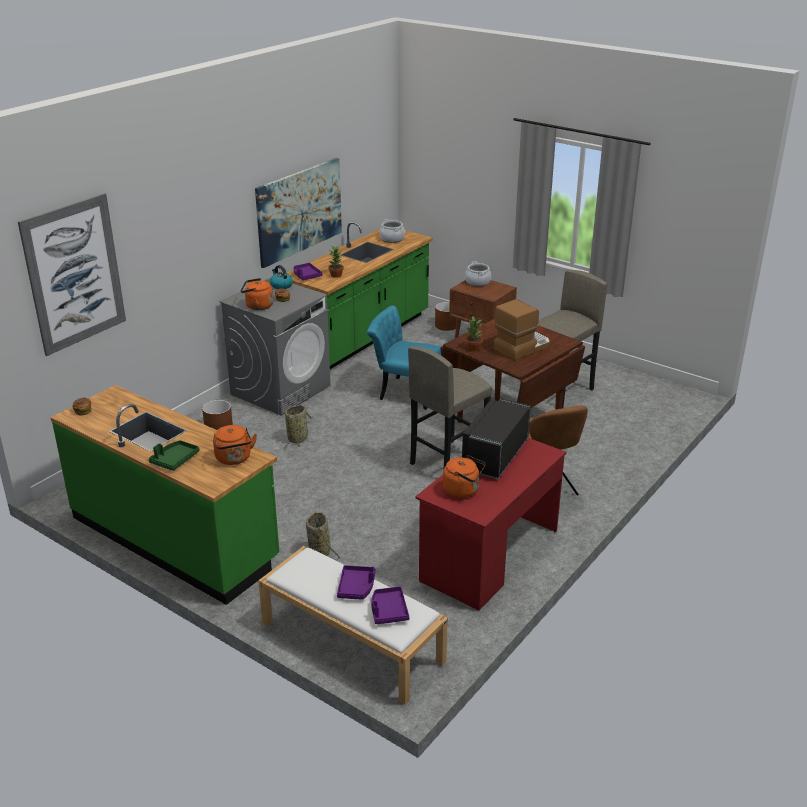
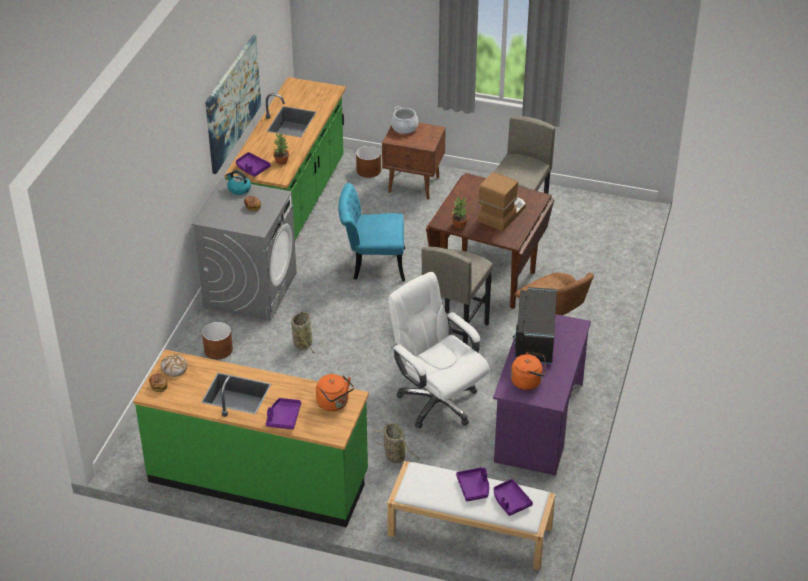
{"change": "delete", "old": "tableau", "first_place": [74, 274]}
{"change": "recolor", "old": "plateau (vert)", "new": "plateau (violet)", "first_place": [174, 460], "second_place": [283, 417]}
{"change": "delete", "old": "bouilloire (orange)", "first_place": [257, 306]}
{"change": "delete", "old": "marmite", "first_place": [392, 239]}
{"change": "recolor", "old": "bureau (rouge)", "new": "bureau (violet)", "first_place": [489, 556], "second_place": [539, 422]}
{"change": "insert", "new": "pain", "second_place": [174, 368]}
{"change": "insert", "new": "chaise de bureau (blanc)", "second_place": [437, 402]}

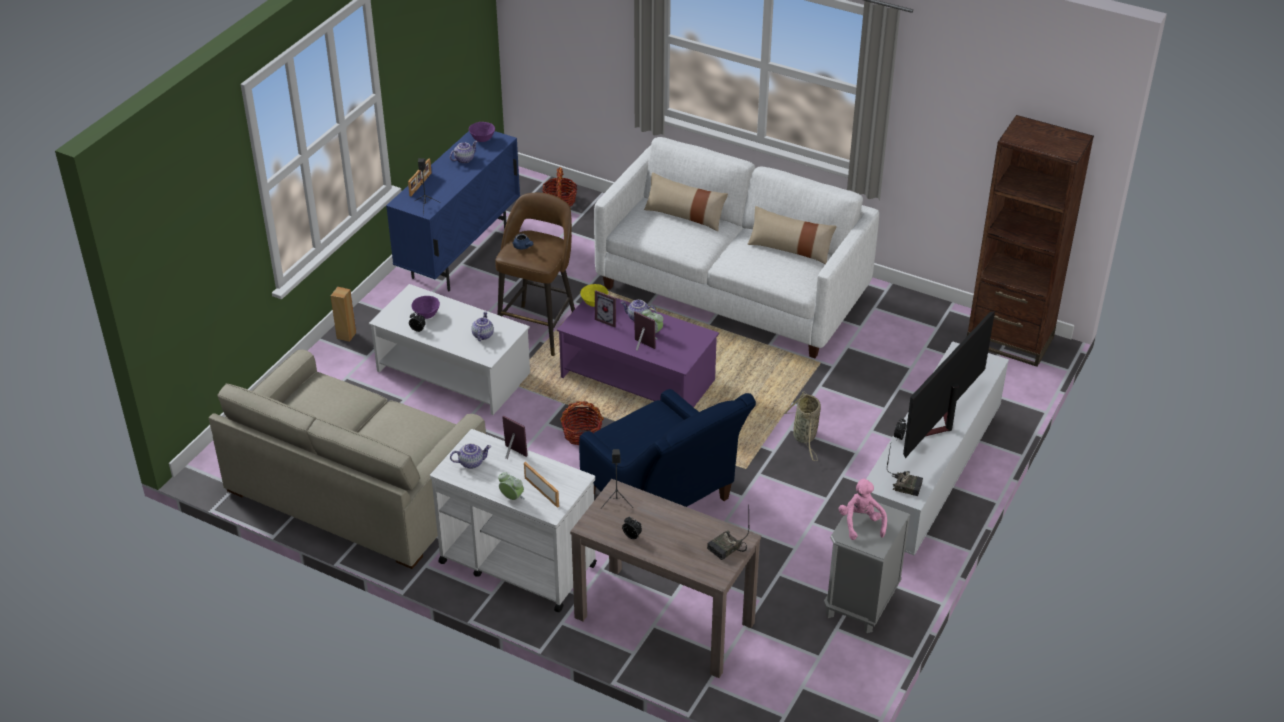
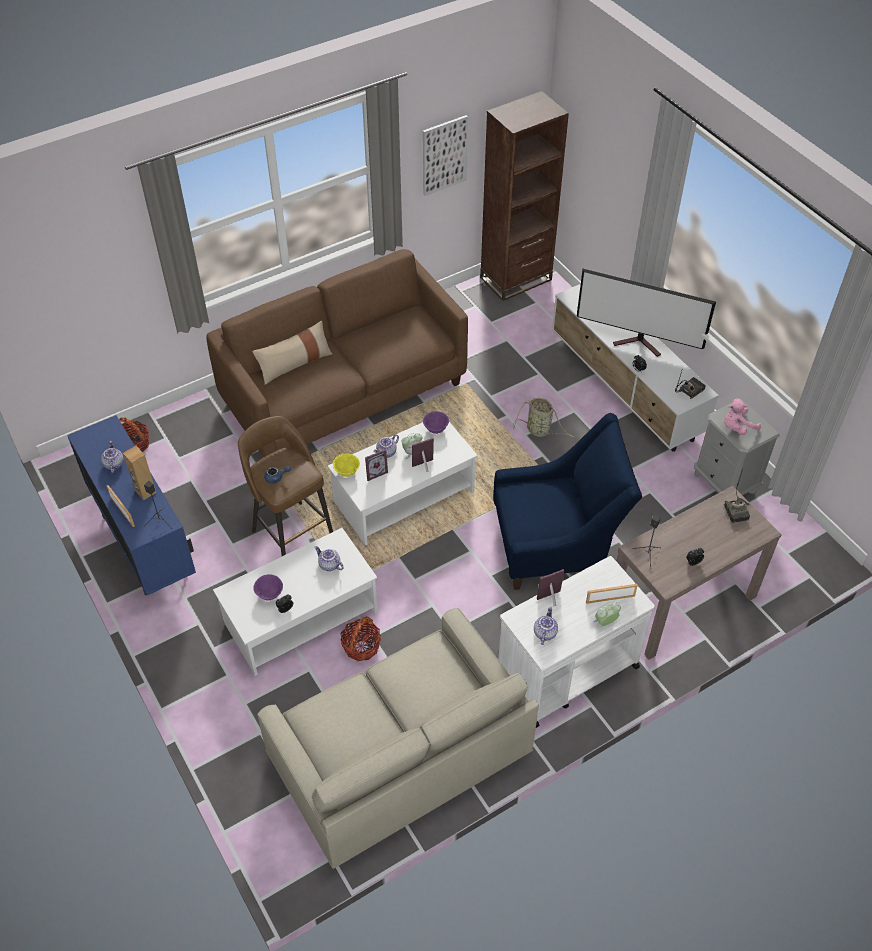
{"change": "move", "old": "enceinte (marron)", "first_place": [346, 335], "second_place": [145, 491]}
{"change": "move", "old": "bol (violet)", "first_place": [482, 139], "second_place": [435, 429]}
{"change": "recolor", "old": "table basse (violet)", "new": "table basse (blanc)", "first_place": [638, 379], "second_place": [404, 496]}
{"change": "move", "old": "panier", "first_place": [582, 434], "second_place": [361, 646]}
{"change": "recolor", "old": "canapé (blanc)", "new": "canapé (marron)", "first_place": [733, 290], "second_place": [344, 391]}
{"change": "delete", "old": "coussin (beige)", "first_place": [790, 249]}
{"change": "rotate", "old": "peluche (rose)", "first_place": [861, 523], "second_place": [737, 427], "degrees": -45}
{"change": "rotate", "old": "téléviseur", "first_place": [939, 426], "second_place": [640, 344], "degrees": -45}
{"change": "insert", "new": "tableau", "second_place": [444, 155]}

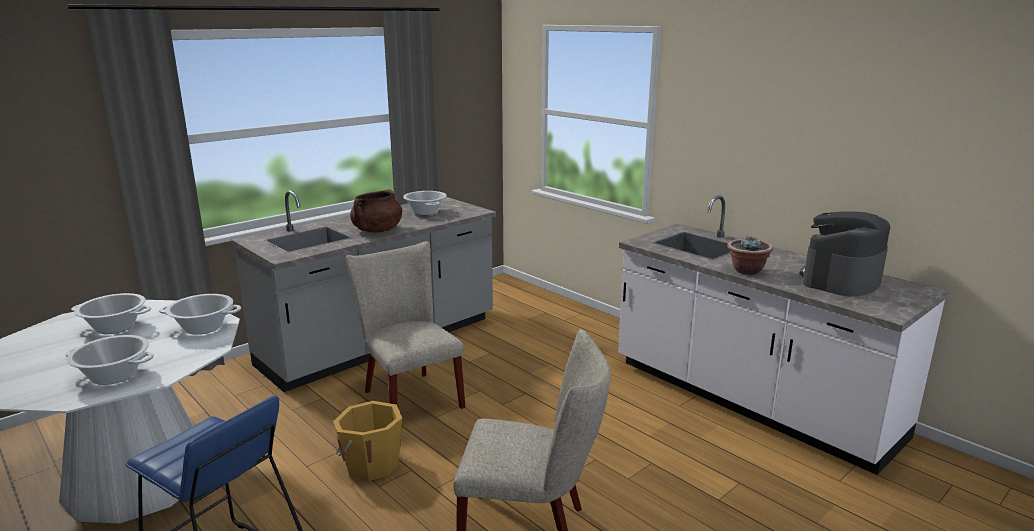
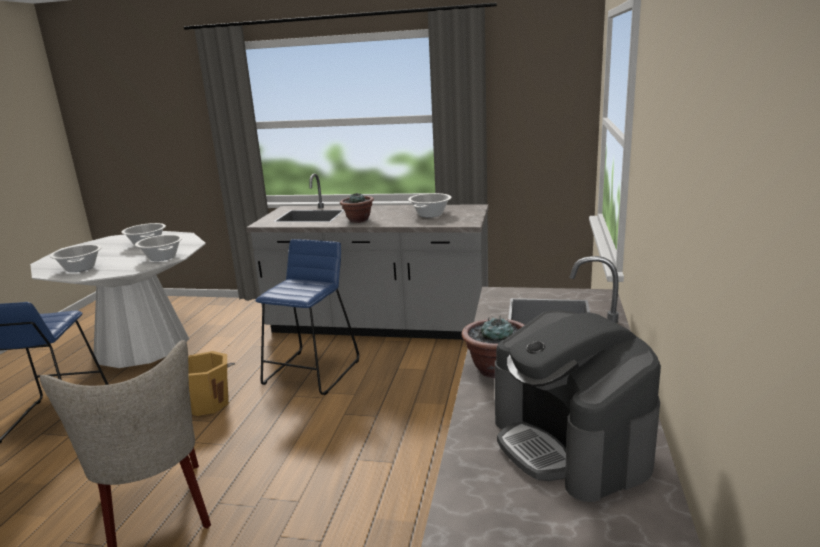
{"change": "replace", "old": "chaise (beige)", "new": "tabouret (bleu)", "first_place": [409, 396], "second_place": [312, 372]}
{"change": "replace", "old": "marmite (marron)", "new": "plante en pot", "first_place": [377, 230], "second_place": [358, 220]}
{"change": "rotate", "old": "machine à café", "first_place": [840, 280], "second_place": [570, 443], "degrees": -120}

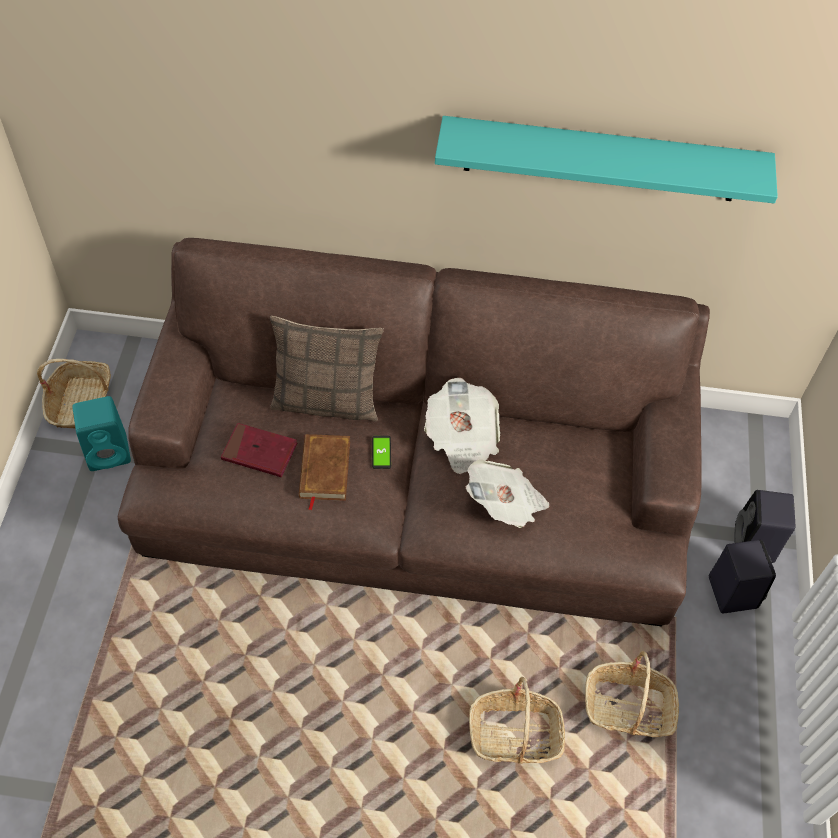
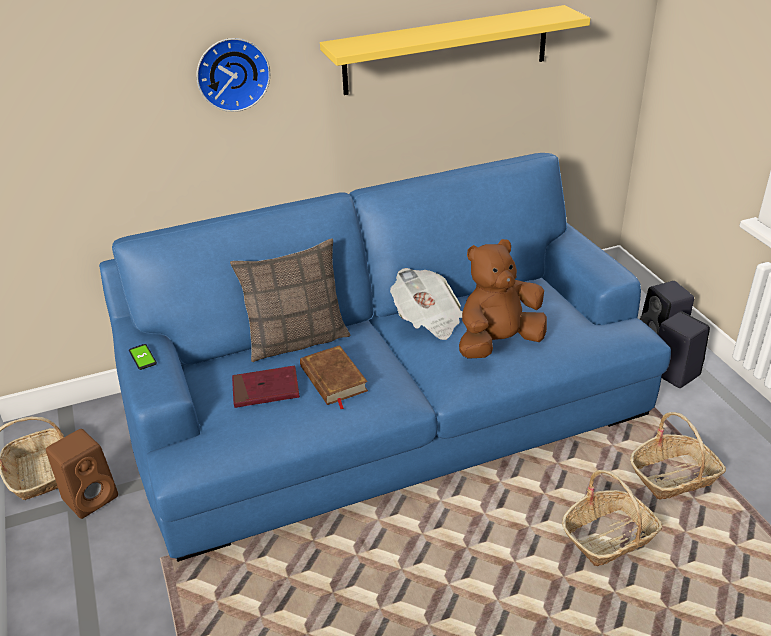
{"change": "recolor", "old": "enceinte (turquoise)", "new": "enceinte (marron)", "first_place": [110, 452], "second_place": [92, 496]}
{"change": "recolor", "old": "canapé (marron)", "new": "canapé (bleu)", "first_place": [416, 484], "second_place": [388, 407]}
{"change": "move", "old": "téléphone", "first_place": [381, 452], "second_place": [143, 357]}
{"change": "recolor", "old": "étagère (turquoise)", "new": "étagère (jaune)", "first_place": [601, 159], "second_place": [447, 50]}
{"change": "replace", "old": "journal", "new": "peluche (marron)", "first_place": [505, 504], "second_place": [498, 343]}
{"change": "insert", "new": "horloge murale", "second_place": [232, 73]}

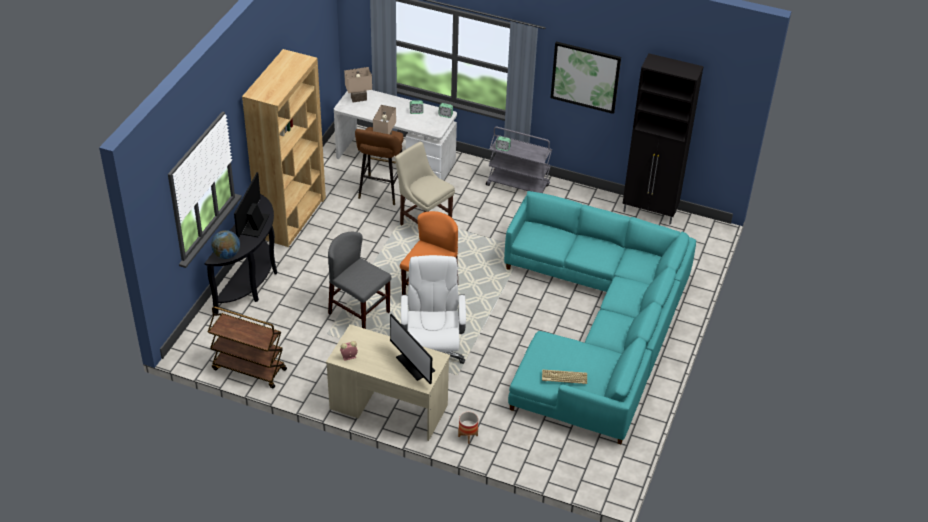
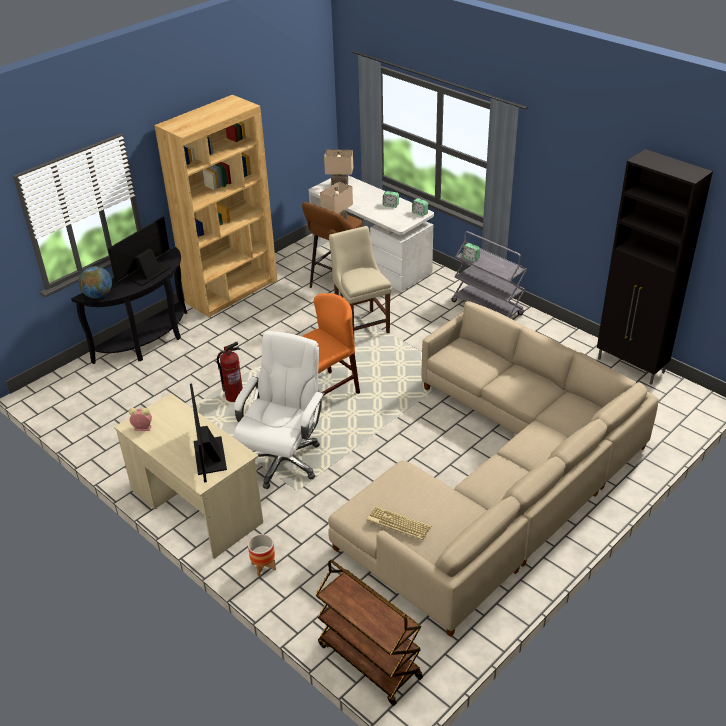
{"change": "move", "old": "chariot (marron)", "first_place": [248, 369], "second_place": [368, 661]}
{"change": "replace", "old": "chaise (gris)", "new": "extincteur", "first_place": [359, 312], "second_place": [234, 396]}
{"change": "recolor", "old": "canapé (turquoise)", "new": "canapé (beige)", "first_place": [597, 328], "second_place": [497, 480]}
{"change": "delete", "old": "tableau", "first_place": [585, 77]}

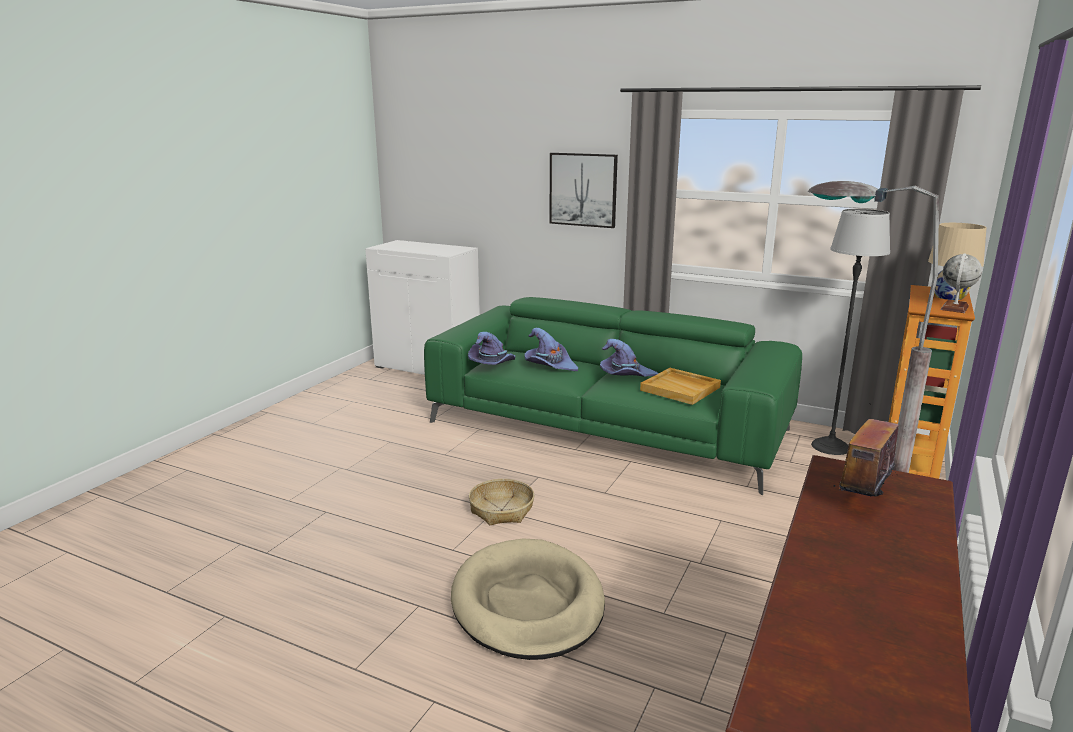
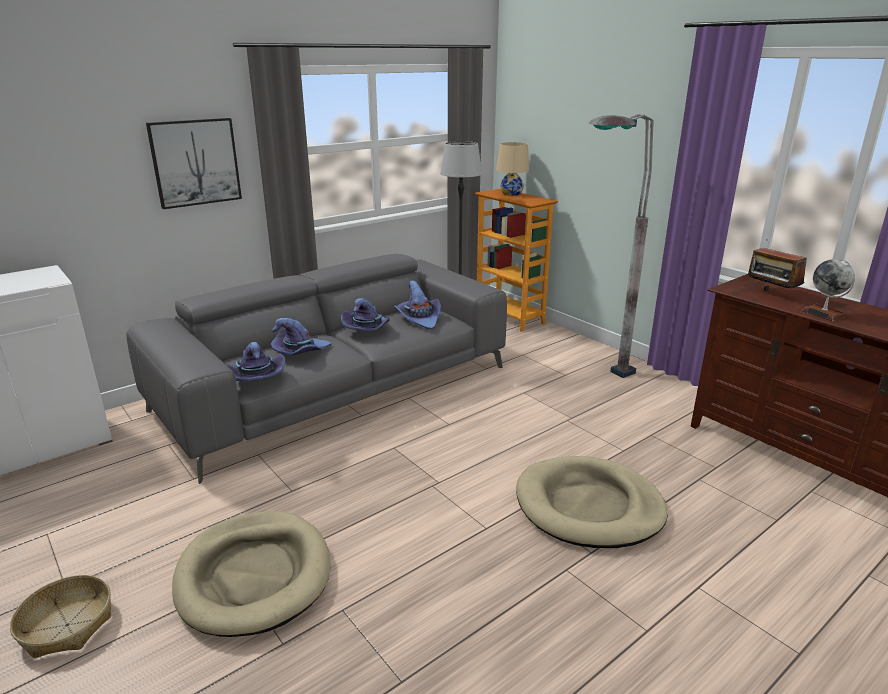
{"change": "recolor", "old": "canapé (vert)", "new": "canapé (gris)", "first_place": [607, 426], "second_place": [336, 388]}
{"change": "move", "old": "panier", "first_place": [502, 510], "second_place": [67, 625]}
{"change": "replace", "old": "plateau (beige)", "new": "chapeau (violet)", "first_place": [681, 389], "second_place": [419, 319]}
{"change": "move", "old": "globe", "first_place": [954, 308], "second_place": [823, 314]}
{"change": "insert", "new": "panier pour chien (beige)", "second_place": [254, 575]}

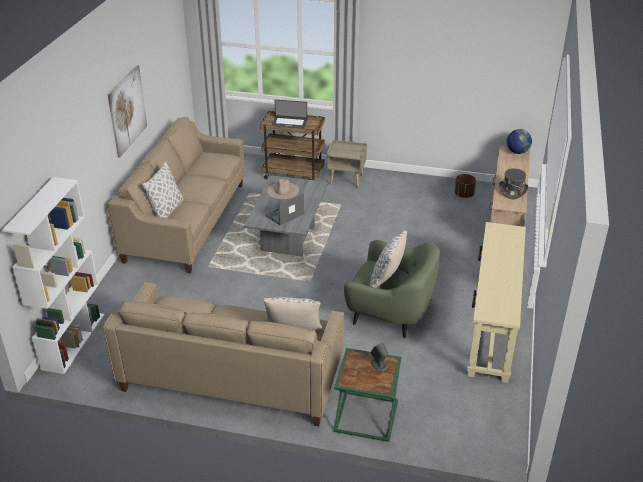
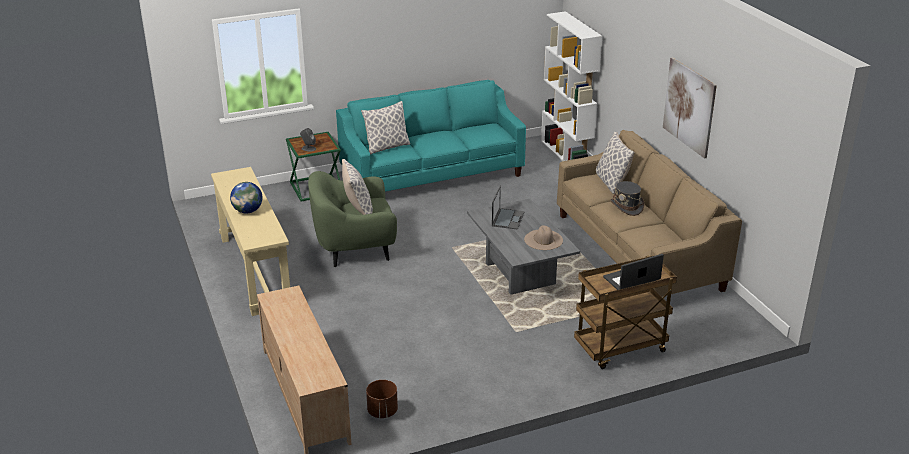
{"change": "recolor", "old": "canapé (beige)", "new": "canapé (turquoise)", "first_place": [231, 376], "second_place": [432, 175]}
{"change": "delete", "old": "table de chevet (beige)", "first_place": [346, 179]}
{"change": "move", "old": "chapeau (gris)", "first_place": [512, 190], "second_place": [626, 206]}
{"change": "move", "old": "globe", "first_place": [517, 152], "second_place": [248, 211]}

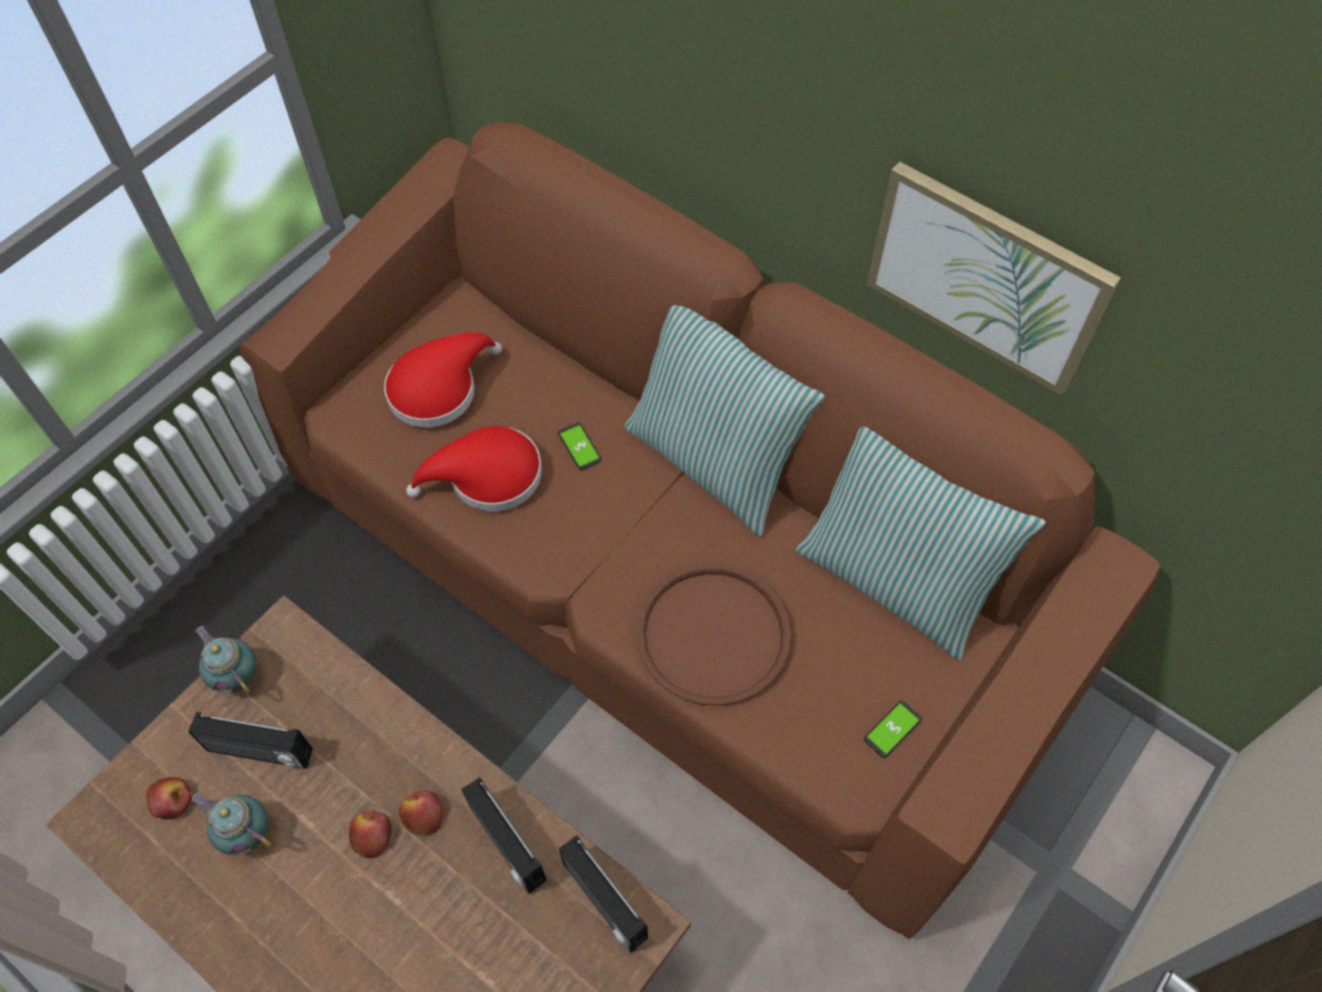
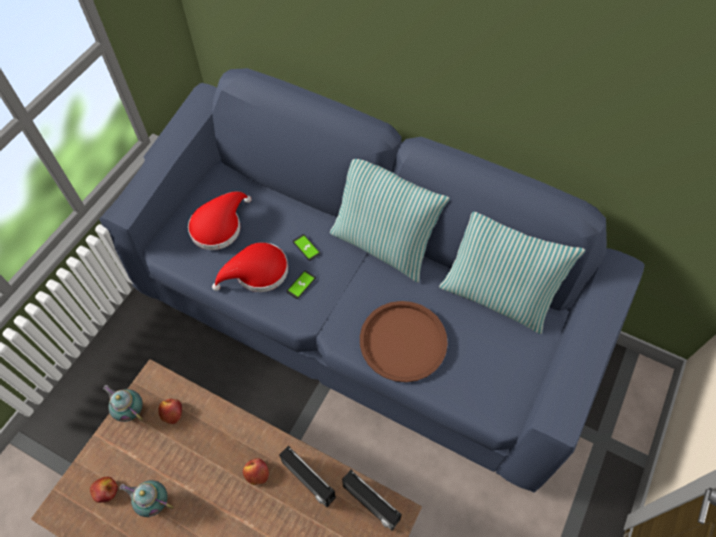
{"change": "delete", "old": "radio", "first_place": [259, 752]}
{"change": "recolor", "old": "canapé (marron)", "new": "canapé (bleu)", "first_place": [662, 579], "second_place": [358, 315]}
{"change": "move", "old": "pomme", "first_place": [371, 835], "second_place": [171, 412]}
{"change": "move", "old": "téléphone", "first_place": [892, 729], "second_place": [301, 285]}
{"change": "delete", "old": "tableau", "first_place": [986, 277]}

